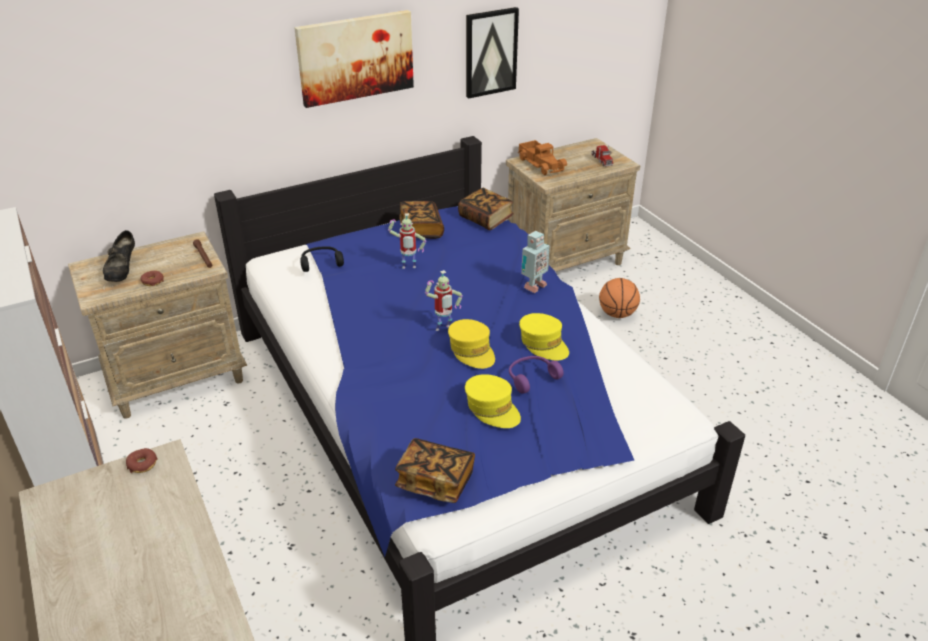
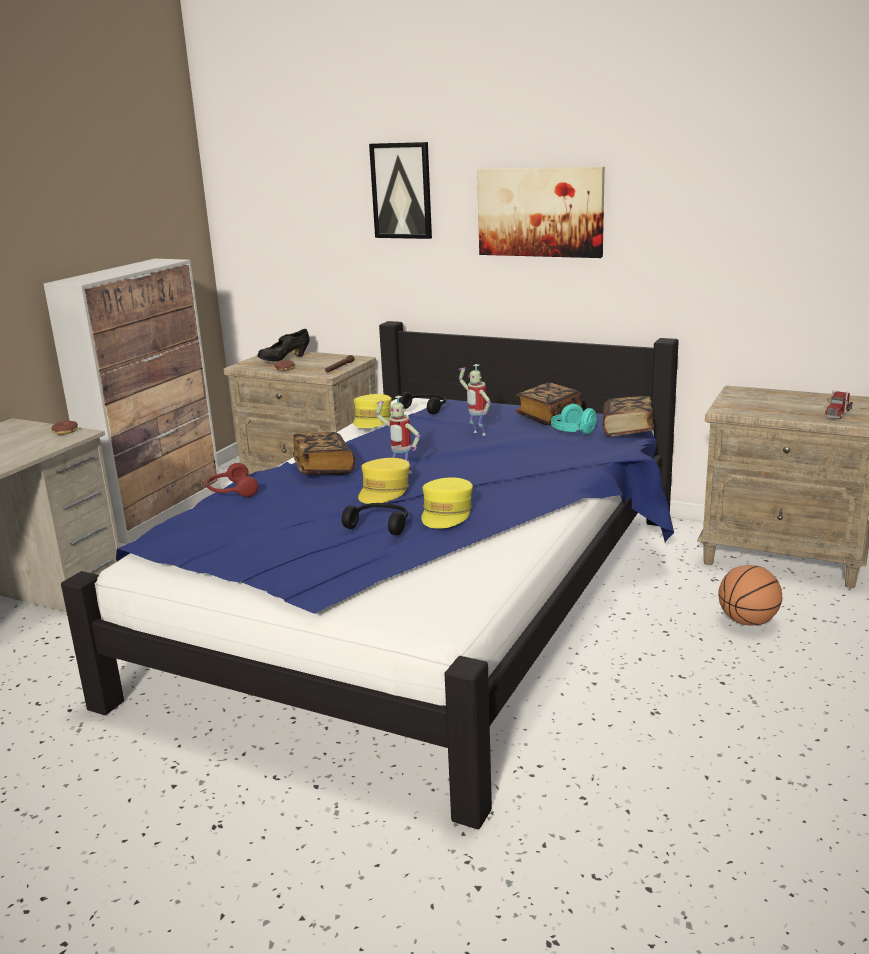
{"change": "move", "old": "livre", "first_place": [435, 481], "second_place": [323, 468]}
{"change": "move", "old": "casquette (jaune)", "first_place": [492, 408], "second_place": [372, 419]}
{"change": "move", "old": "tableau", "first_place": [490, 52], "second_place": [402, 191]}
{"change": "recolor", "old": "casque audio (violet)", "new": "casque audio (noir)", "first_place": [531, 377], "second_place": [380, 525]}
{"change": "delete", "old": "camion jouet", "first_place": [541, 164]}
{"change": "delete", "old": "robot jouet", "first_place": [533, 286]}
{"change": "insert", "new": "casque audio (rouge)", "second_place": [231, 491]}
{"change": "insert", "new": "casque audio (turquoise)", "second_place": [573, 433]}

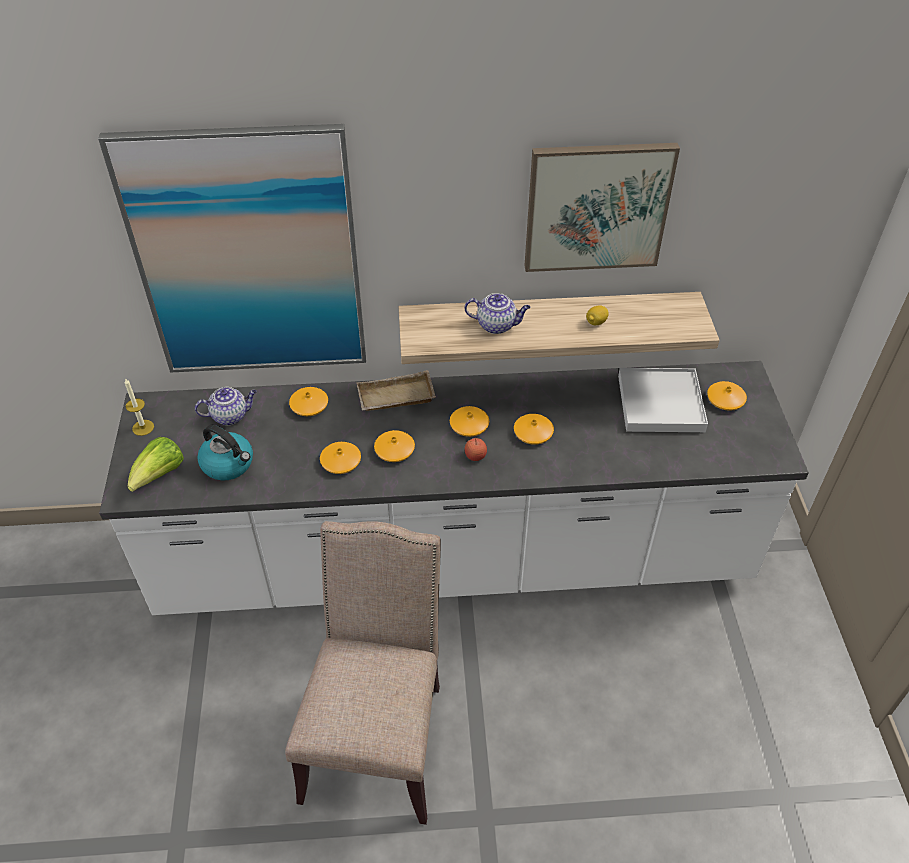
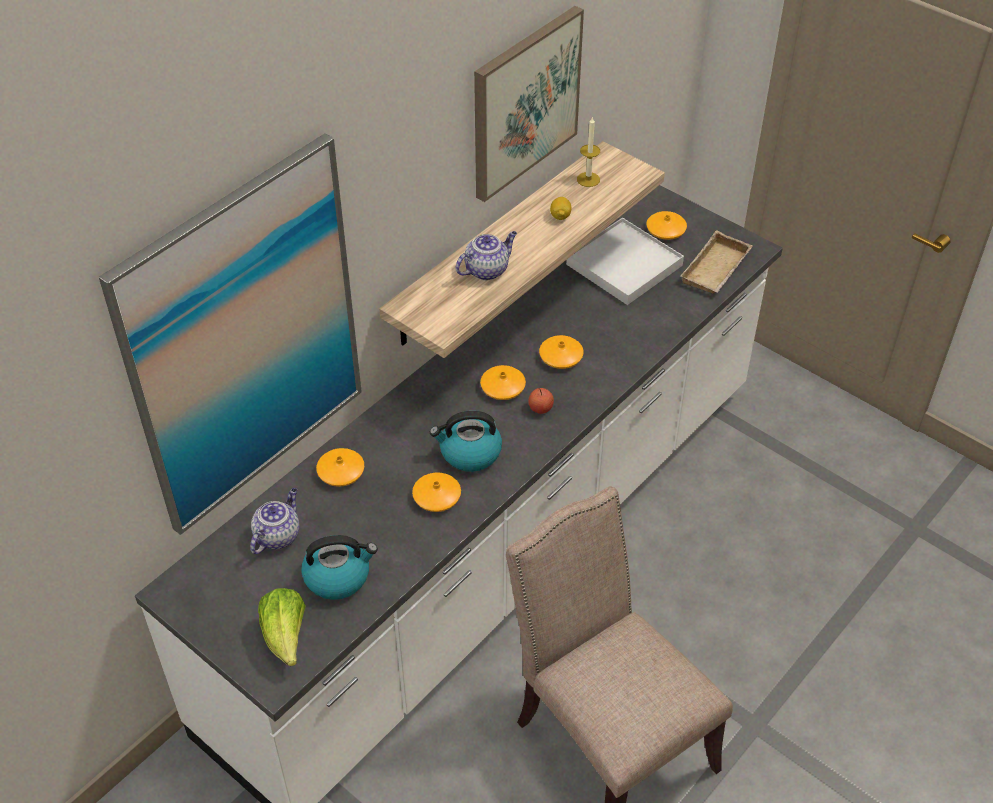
{"change": "move", "old": "bougie", "first_place": [143, 427], "second_place": [588, 179]}
{"change": "move", "old": "plateau (beige)", "first_place": [395, 398], "second_place": [717, 270]}
{"change": "replace", "old": "vase (orange)", "new": "bouilloire", "first_place": [394, 450], "second_place": [469, 453]}

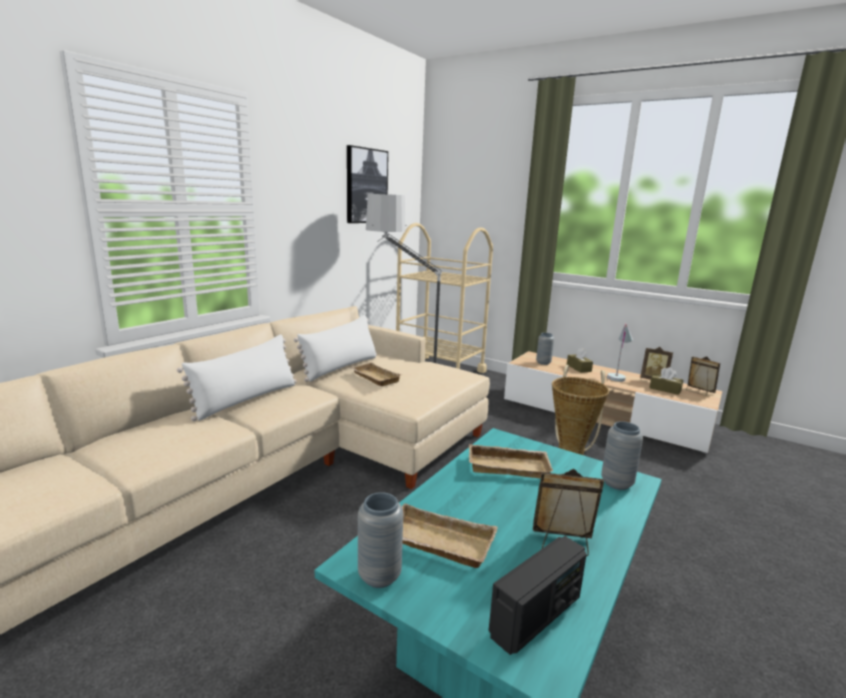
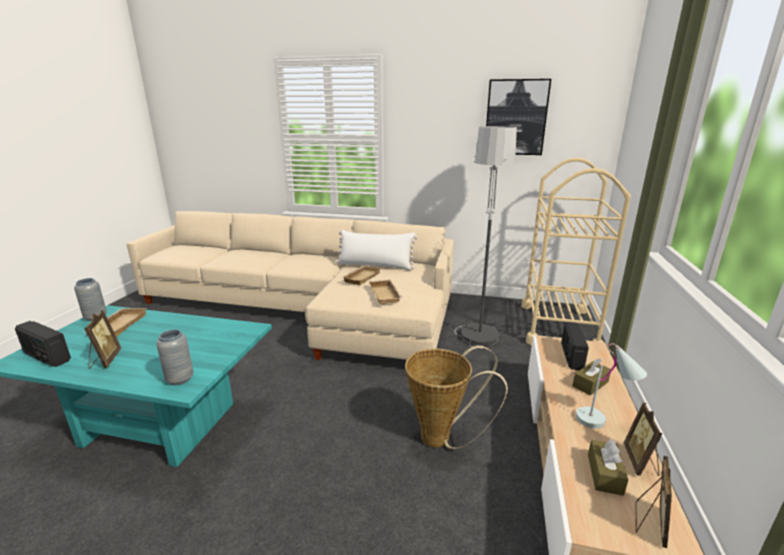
{"change": "delete", "old": "coussin (blanc)", "first_place": [246, 399]}
{"change": "move", "old": "plateau (beige)", "first_place": [509, 465], "second_place": [386, 295]}
{"change": "replace", "old": "vase (gris)", "new": "radio", "first_place": [543, 363], "second_place": [571, 356]}

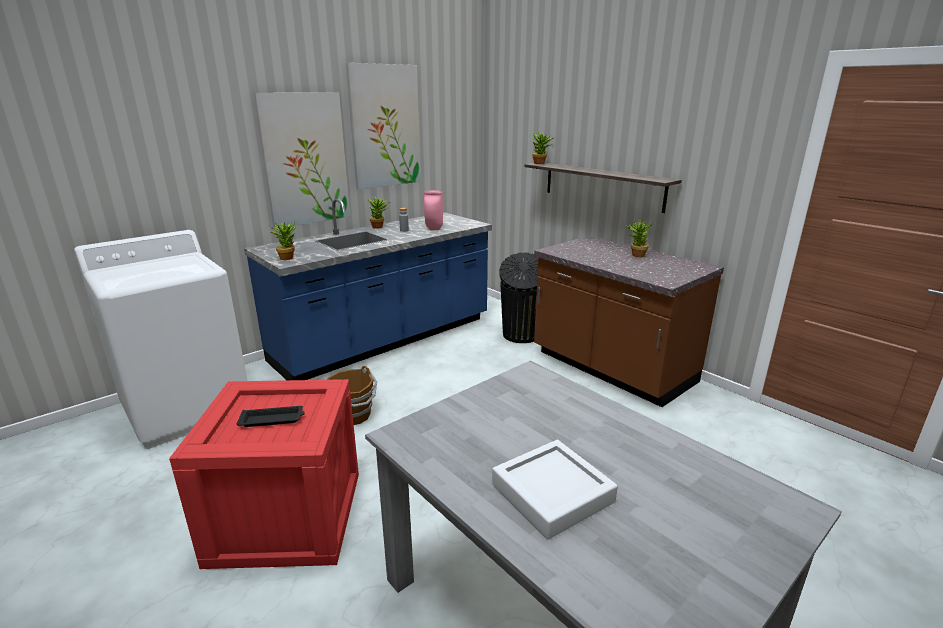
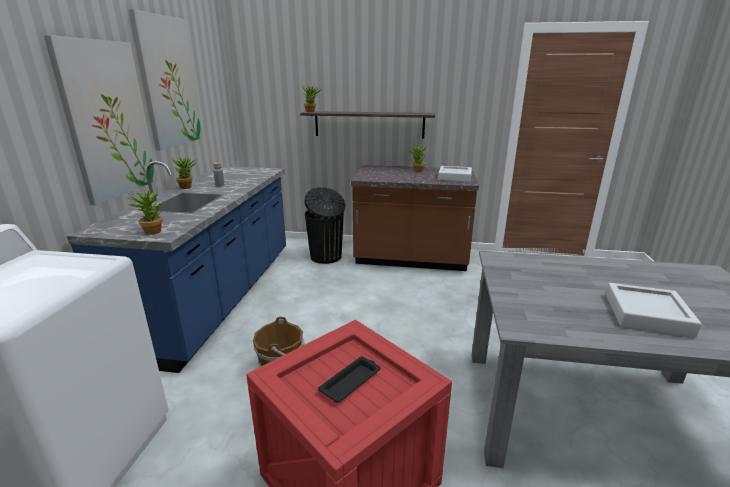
{"change": "delete", "old": "vase (rose)", "first_place": [433, 229]}
{"change": "insert", "new": "plateau (gris)", "second_place": [454, 177]}

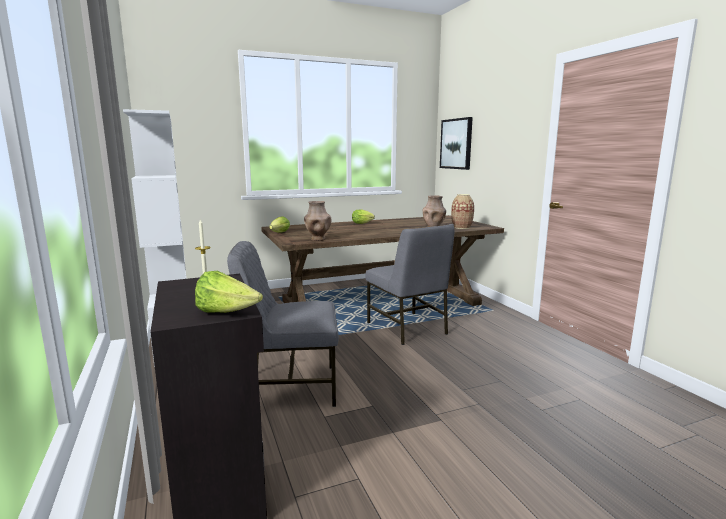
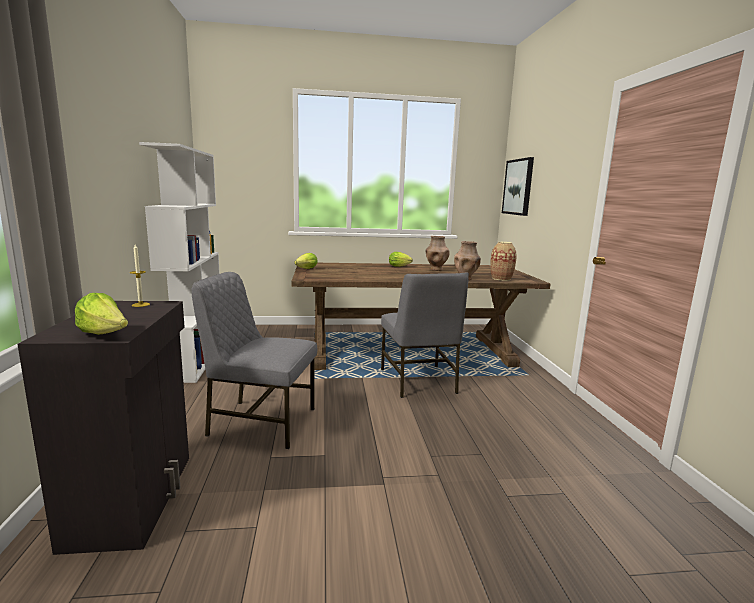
{"change": "move", "old": "vase (marron)", "first_place": [318, 239], "second_place": [436, 269]}

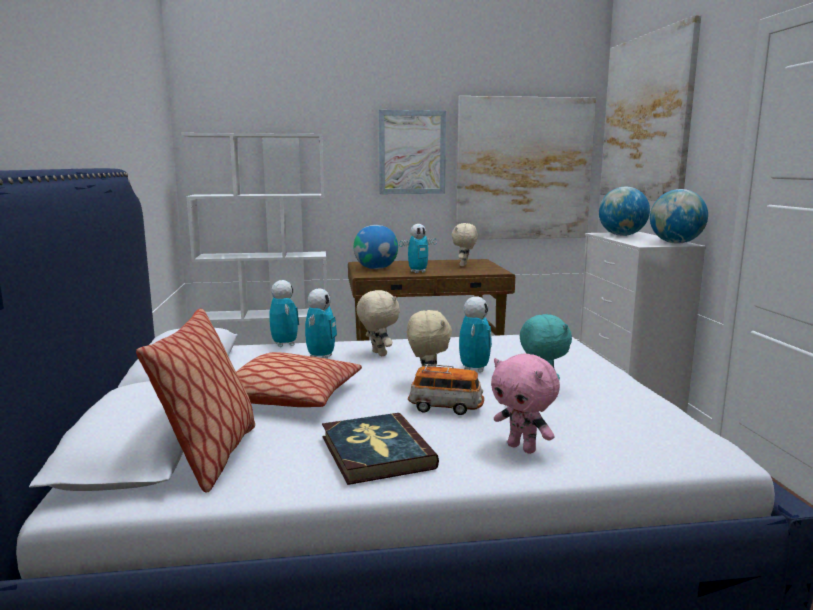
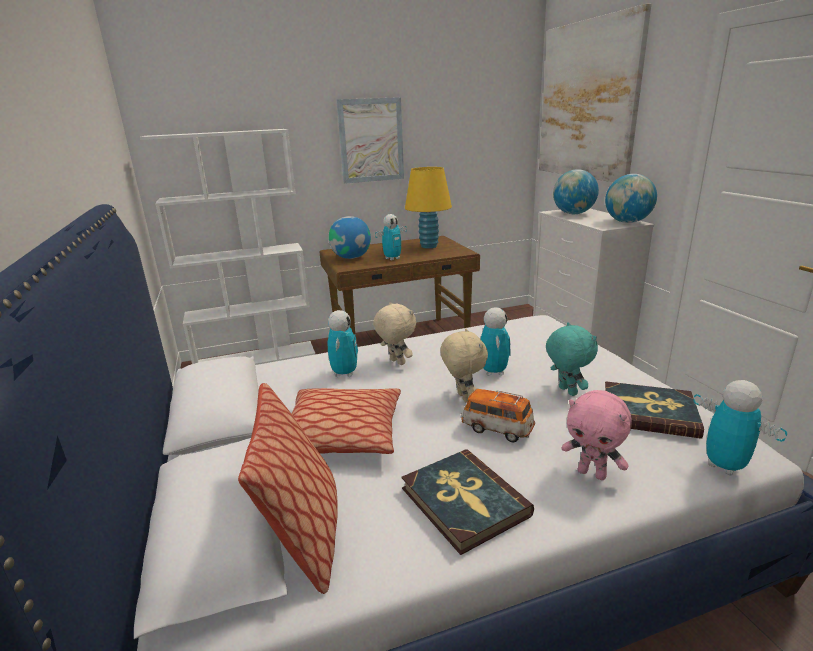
{"change": "move", "old": "robot jouet", "first_place": [284, 344], "second_place": [724, 466]}
{"change": "rotate", "old": "petite voiture", "first_place": [446, 407], "second_place": [497, 429], "degrees": -150}
{"change": "replace", "old": "peluche (beige)", "new": "lampe de table (jaune)", "first_place": [464, 265], "second_place": [429, 246]}
{"change": "delete", "old": "tableau", "first_place": [524, 169]}
{"change": "insert", "new": "livre", "second_place": [648, 413]}

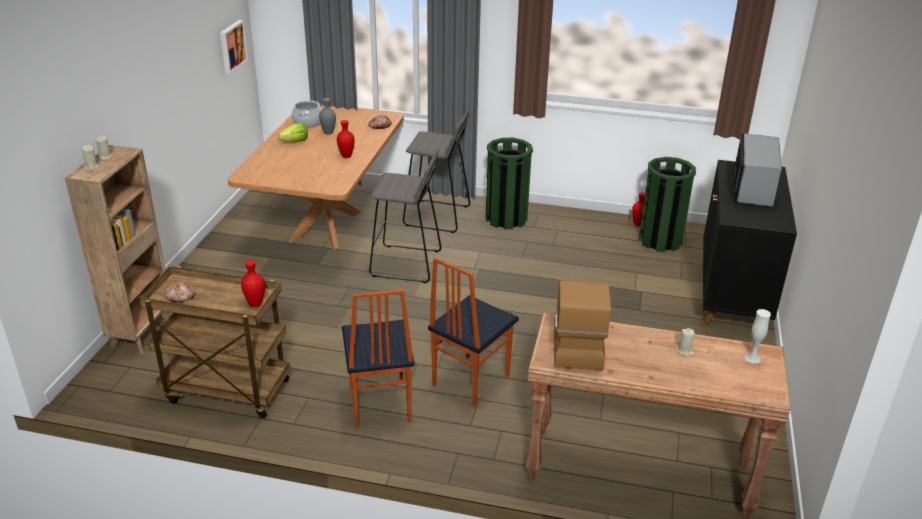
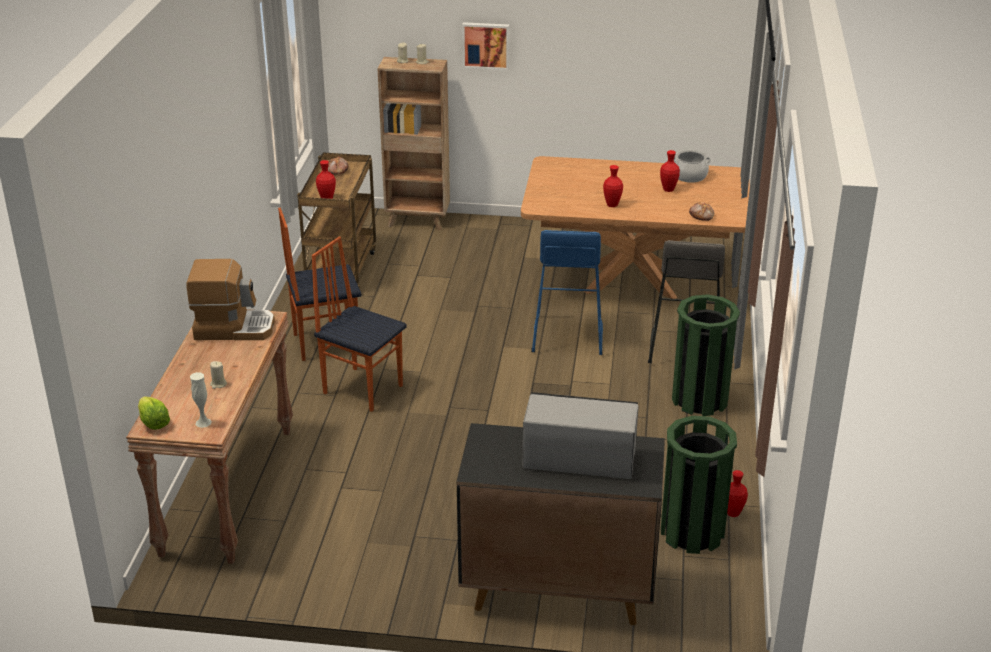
{"change": "move", "old": "tableau", "first_place": [232, 46], "second_place": [486, 45]}
{"change": "move", "old": "laitue", "first_place": [295, 141], "second_place": [153, 423]}
{"change": "recolor", "old": "vase (gris)", "new": "vase (rouge)", "first_place": [328, 133], "second_place": [668, 190]}
{"change": "recolor", "old": "tabouret (gris)", "new": "tabouret (bleu)", "first_place": [406, 264], "second_place": [567, 337]}

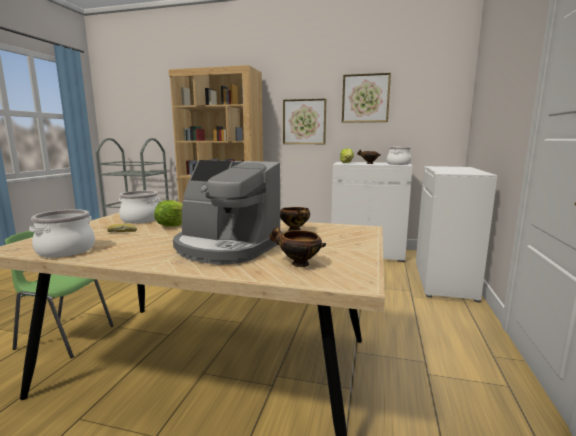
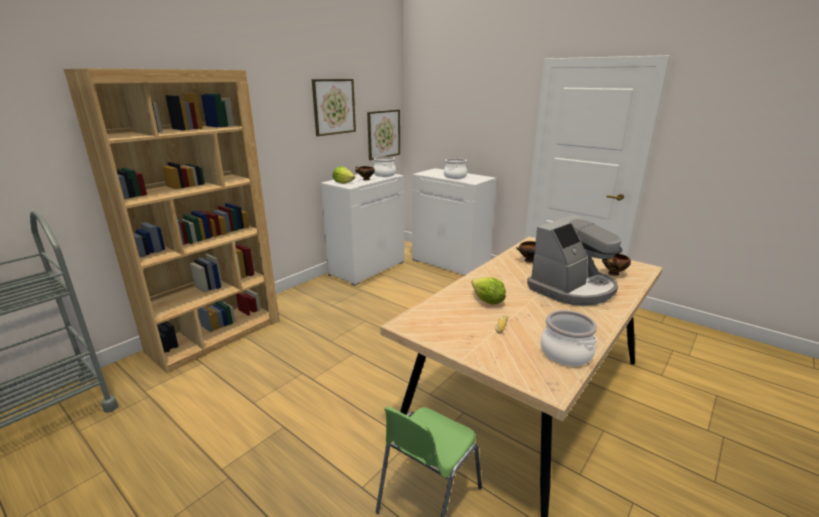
{"change": "move", "old": "marmite", "first_place": [141, 219], "second_place": [454, 177]}
{"change": "move", "old": "tableau", "first_place": [304, 122], "second_place": [383, 134]}

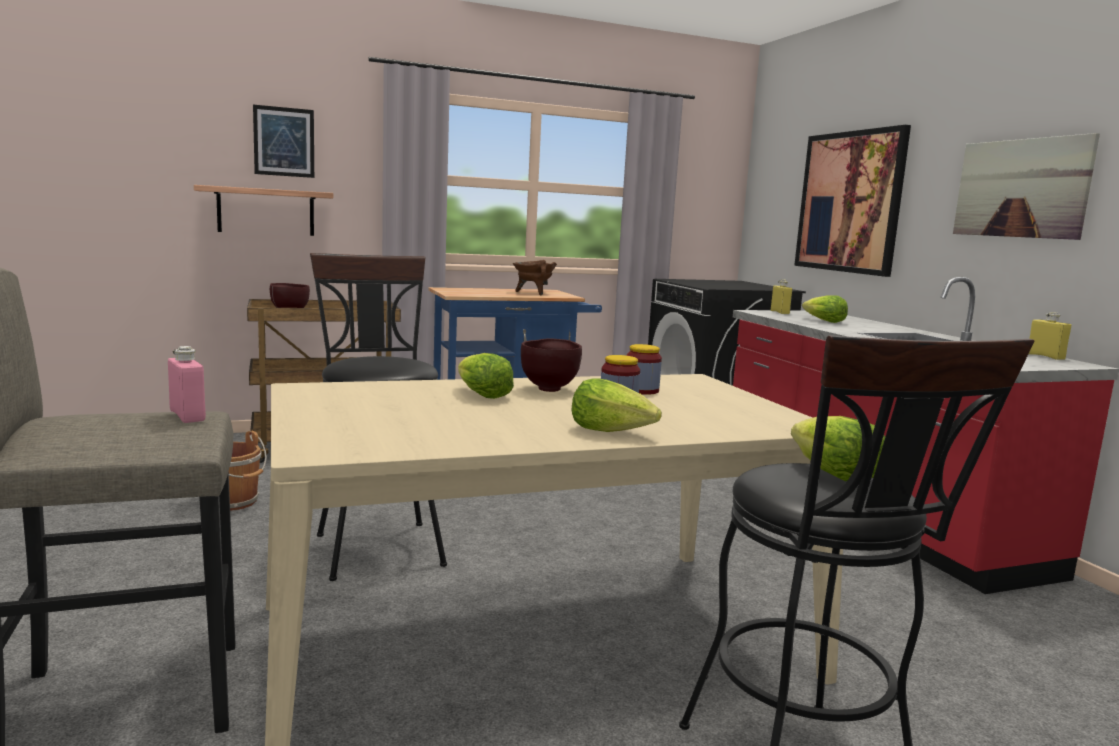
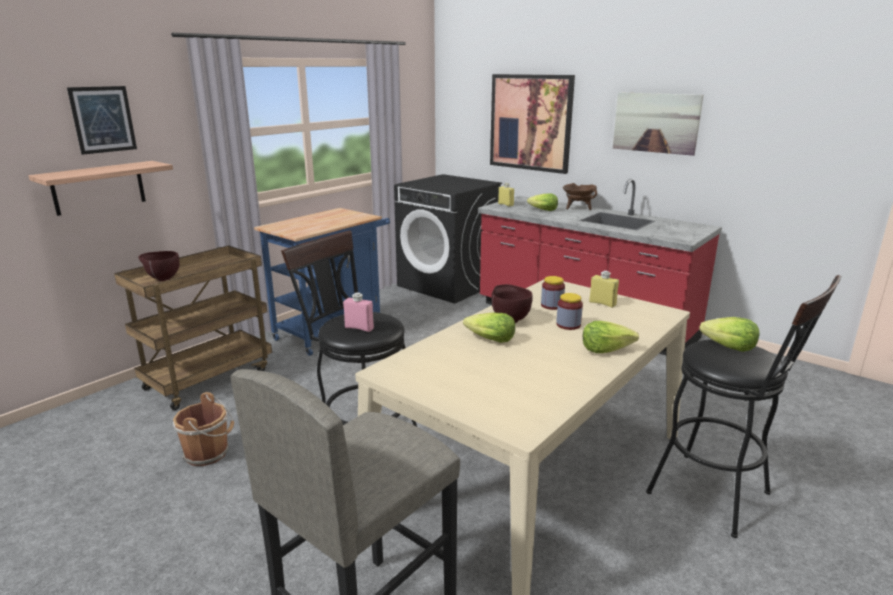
{"change": "move", "old": "bouteille (rose)", "first_place": [187, 416], "second_place": [359, 328]}
{"change": "move", "old": "marmite (marron)", "first_place": [533, 293], "second_place": [577, 208]}
{"change": "move", "old": "bouteille (jaune)", "first_place": [1045, 356], "second_place": [602, 303]}

